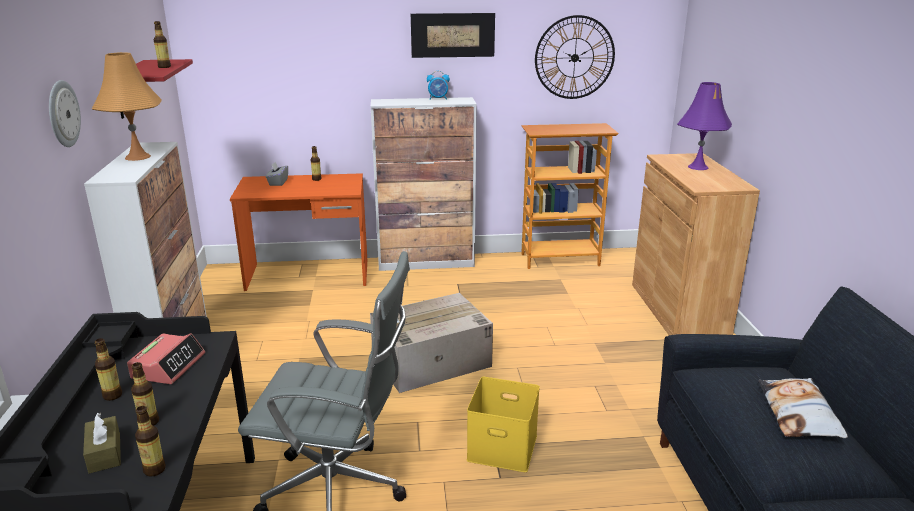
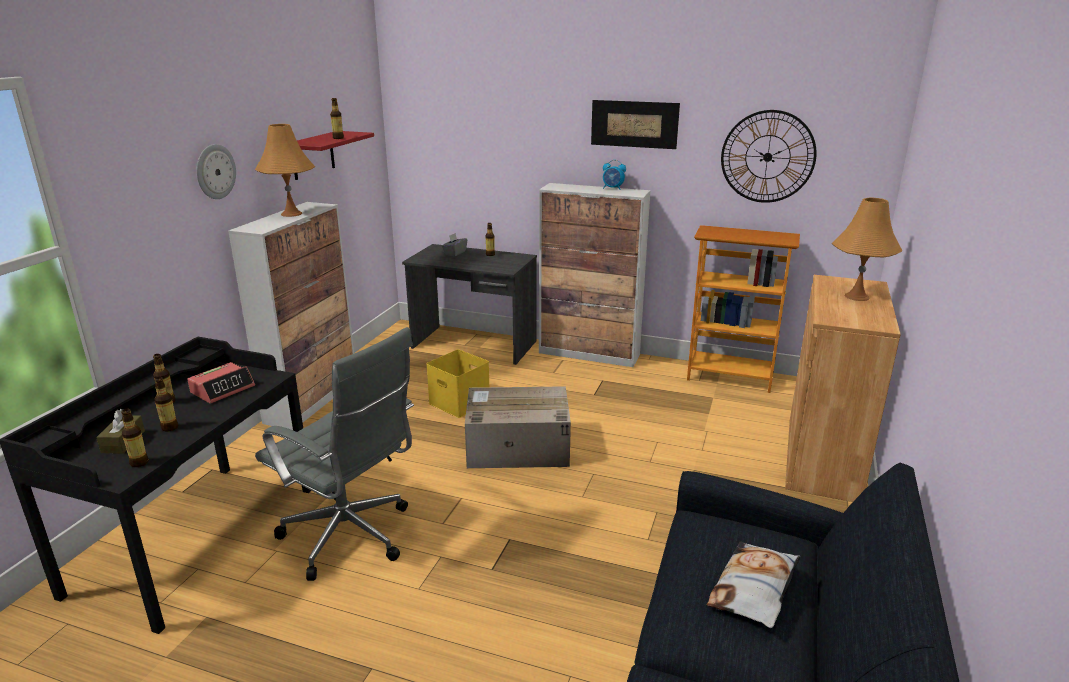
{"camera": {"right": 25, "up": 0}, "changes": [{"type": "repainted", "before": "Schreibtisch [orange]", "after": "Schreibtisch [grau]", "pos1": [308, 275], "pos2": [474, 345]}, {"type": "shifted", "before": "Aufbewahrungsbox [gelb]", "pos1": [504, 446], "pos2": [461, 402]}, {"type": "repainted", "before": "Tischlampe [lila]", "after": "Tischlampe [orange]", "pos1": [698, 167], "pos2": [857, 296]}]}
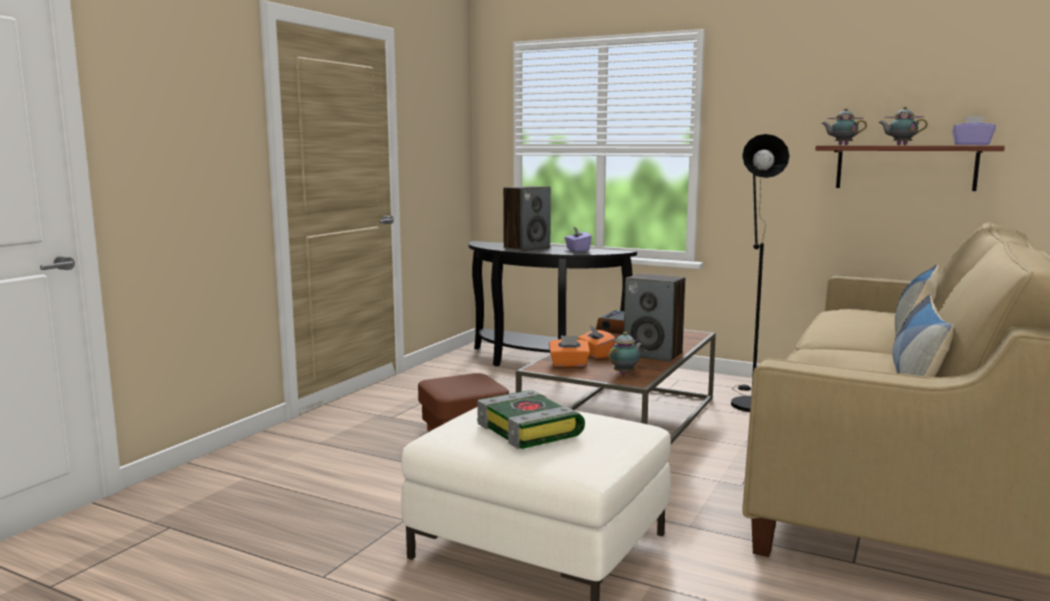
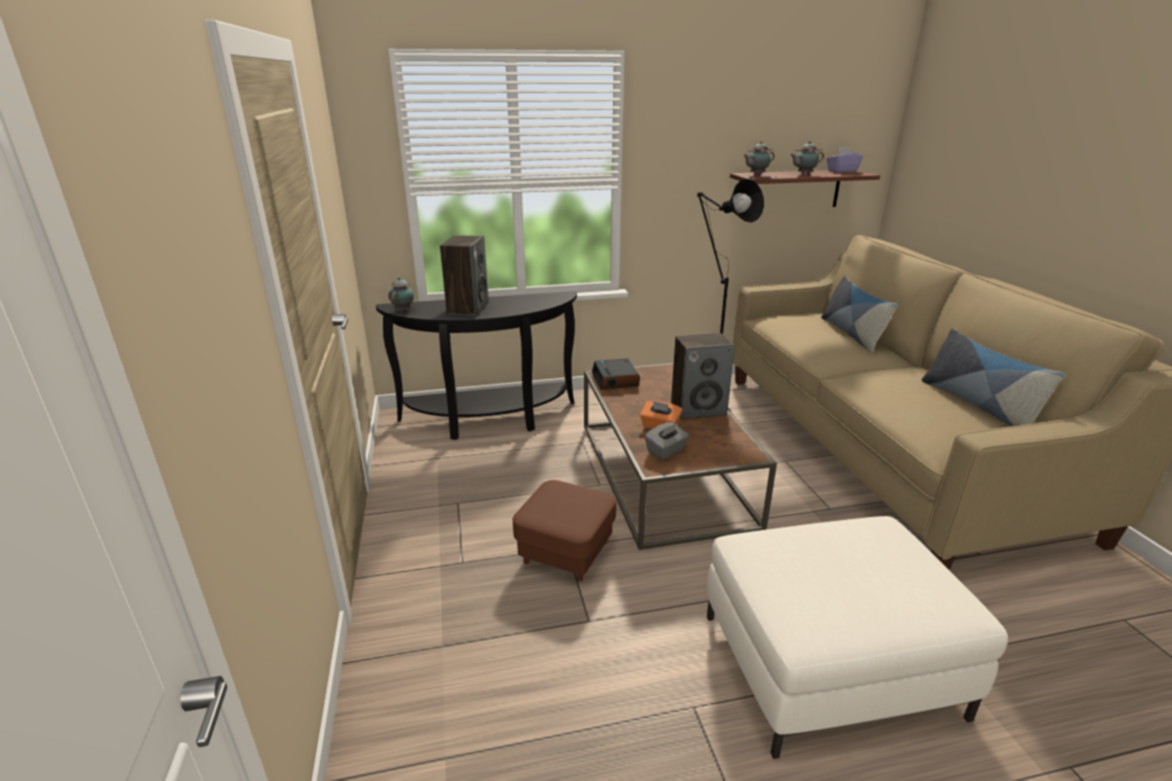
{"camera": {"right": -40, "up": 15}, "changes": [{"type": "shifted", "before": "Teekanne", "pos1": [625, 373], "pos2": [404, 310]}, {"type": "repainted", "before": "Taschentuchbox [orange]", "after": "Taschentuchbox [grau]", "pos1": [569, 364], "pos2": [666, 451]}, {"type": "gone", "before": "Buch", "pos1": [530, 430]}, {"type": "gone", "before": "Taschentuchbox [lila]", "pos1": [577, 250]}]}
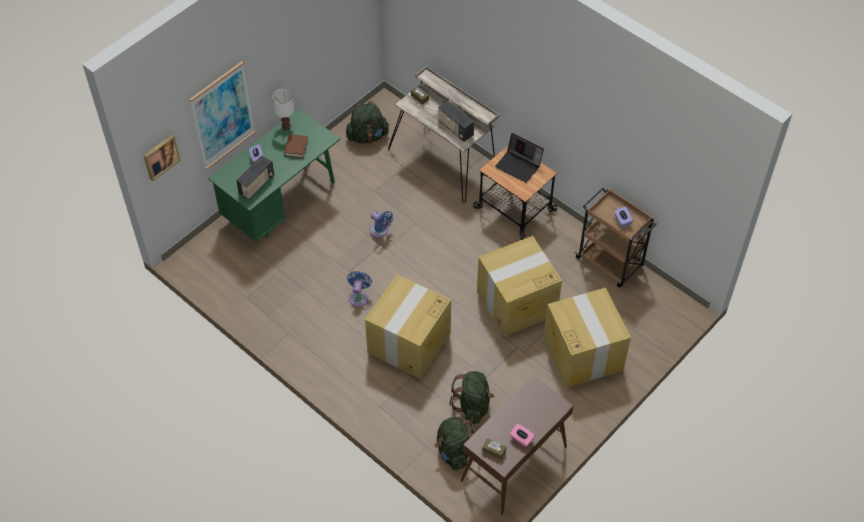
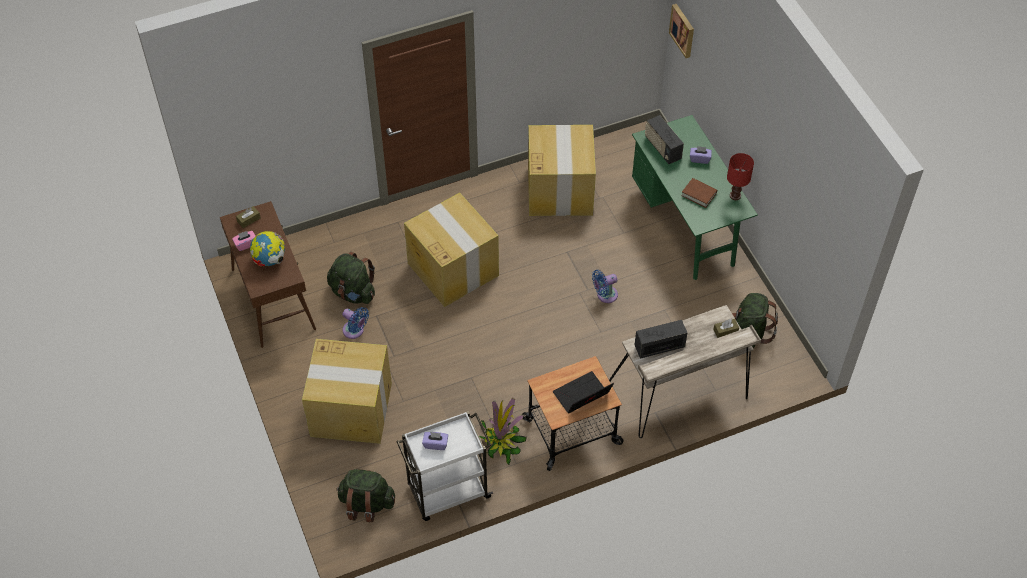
{"camera": {"right": 115, "up": 0}, "changes": [{"type": "new", "after": "Globus", "pos2": [270, 260]}, {"type": "shifted", "before": "Rucksack [grün]", "pos1": [454, 451], "pos2": [366, 504]}, {"type": "shifted", "before": "Ventilator [blau]", "pos1": [359, 297], "pos2": [355, 331]}, {"type": "repainted", "before": "Rollwagen [braun]", "after": "Rollwagen [weiß]", "pos1": [610, 263], "pos2": [447, 492]}, {"type": "new", "after": "Topfpflanze", "pos2": [500, 442]}, {"type": "shifted", "before": "Karton", "pos1": [515, 303], "pos2": [560, 190]}, {"type": "repainted", "before": "Tischlampe [weiß]", "after": "Tischlampe [rot]", "pos1": [286, 126], "pos2": [735, 196]}, {"type": "gone", "before": "Bild", "pos1": [222, 116]}]}
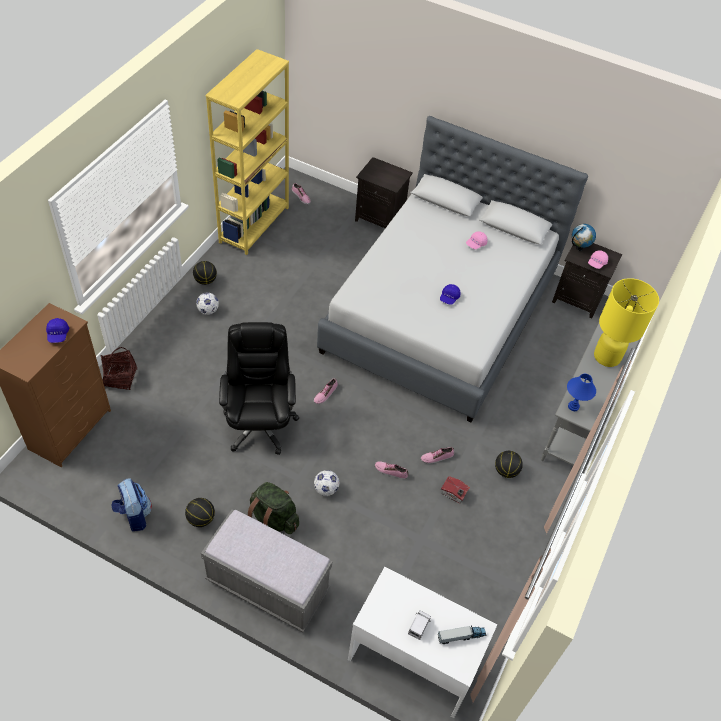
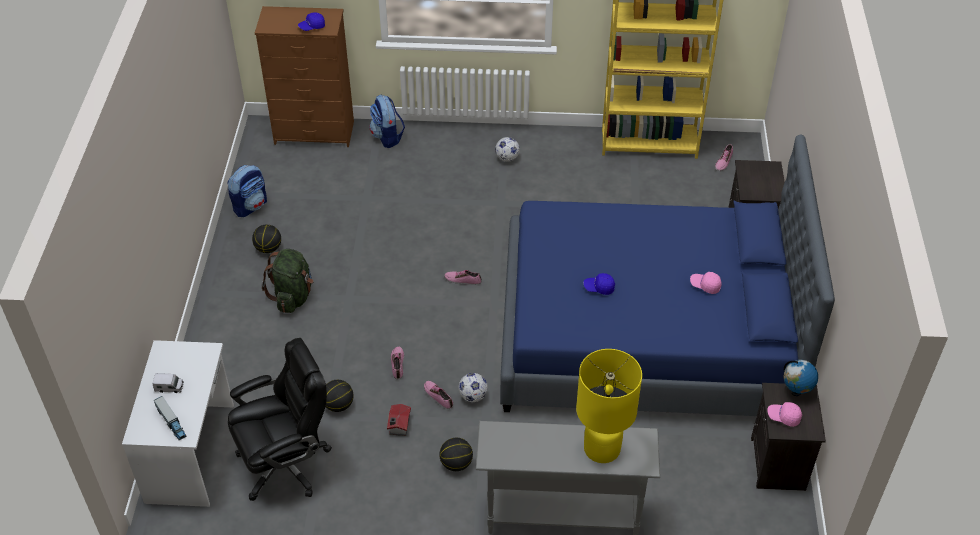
{"camera": {"right": 70, "up": -5}, "changes": [{"type": "shifted", "before": "Bürostuhl [schwarz]", "pos1": [260, 423], "pos2": [286, 463]}, {"type": "shifted", "before": "Basketball", "pos1": [205, 280], "pos2": [338, 405]}, {"type": "swapped", "before": "Korb", "after": "Rucksack", "pos1": [120, 378], "pos2": [387, 137]}, {"type": "shifted", "before": "Fußball", "pos1": [326, 489], "pos2": [473, 396]}, {"type": "repainted", "before": "Bett [grau]", "after": "Bett [blau]", "pos1": [441, 313], "pos2": [646, 335]}, {"type": "gone", "before": "Bank [grau]", "pos1": [267, 586]}, {"type": "gone", "before": "Tischlampe [blau]", "pos1": [573, 406]}]}
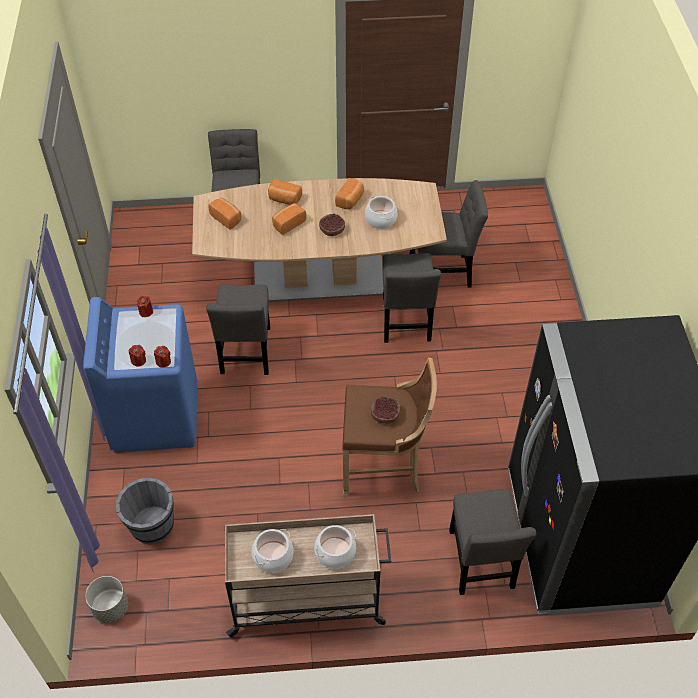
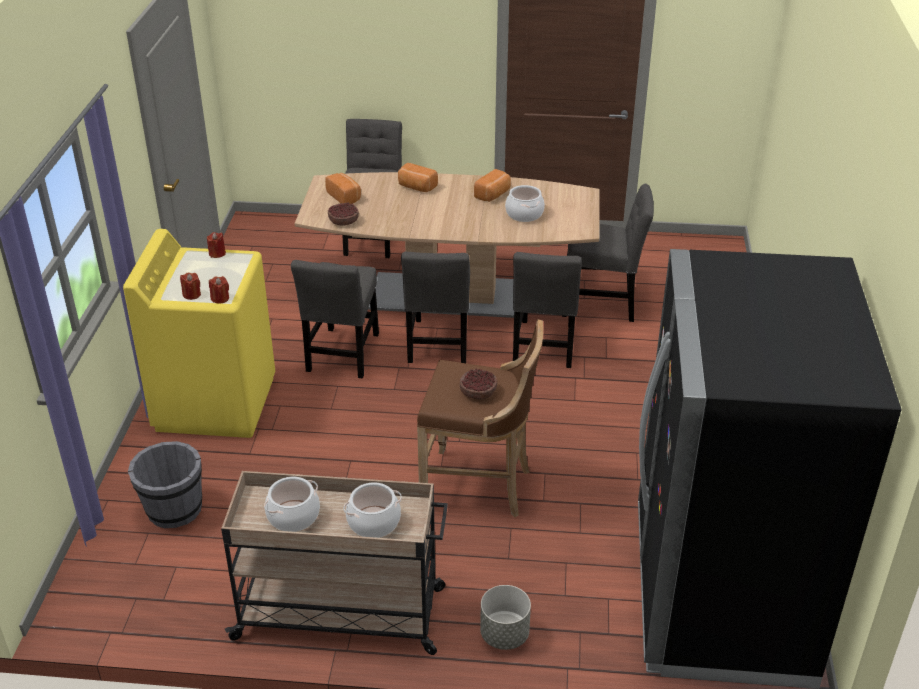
{"camera": {"right": 10, "up": -15}, "changes": [{"type": "repainted", "before": "Waschmaschine [blau]", "after": "Waschmaschine [gelb]", "pos1": [155, 416], "pos2": [215, 402]}, {"type": "shifted", "before": "Schüssel", "pos1": [332, 230], "pos2": [344, 221]}, {"type": "shifted", "before": "Stuhl [grau]", "pos1": [481, 563], "pos2": [438, 344]}, {"type": "shifted", "before": "Pflanzkübel [grau]", "pos1": [110, 608], "pos2": [504, 635]}, {"type": "gone", "before": "Brot", "pos1": [288, 224]}]}
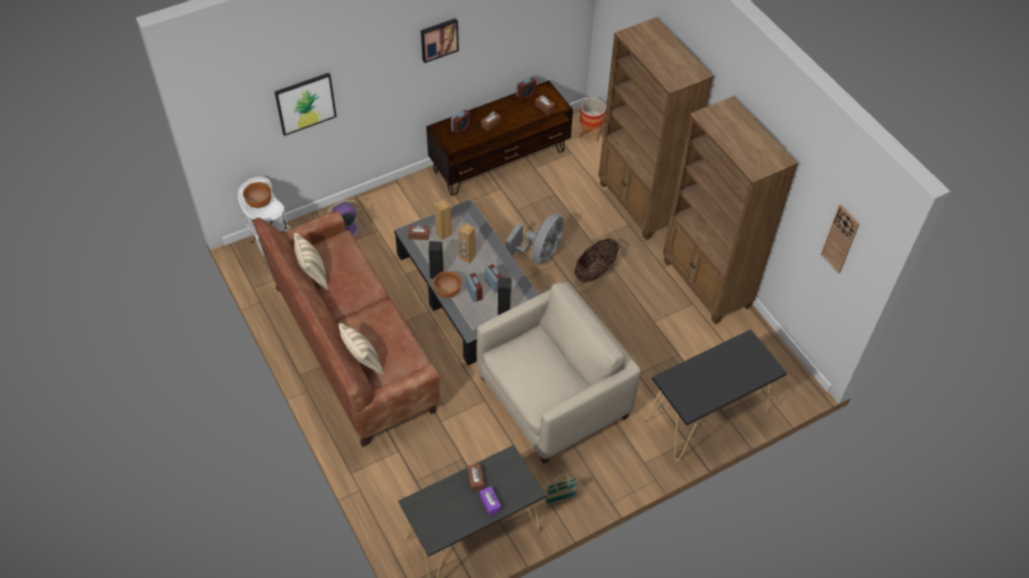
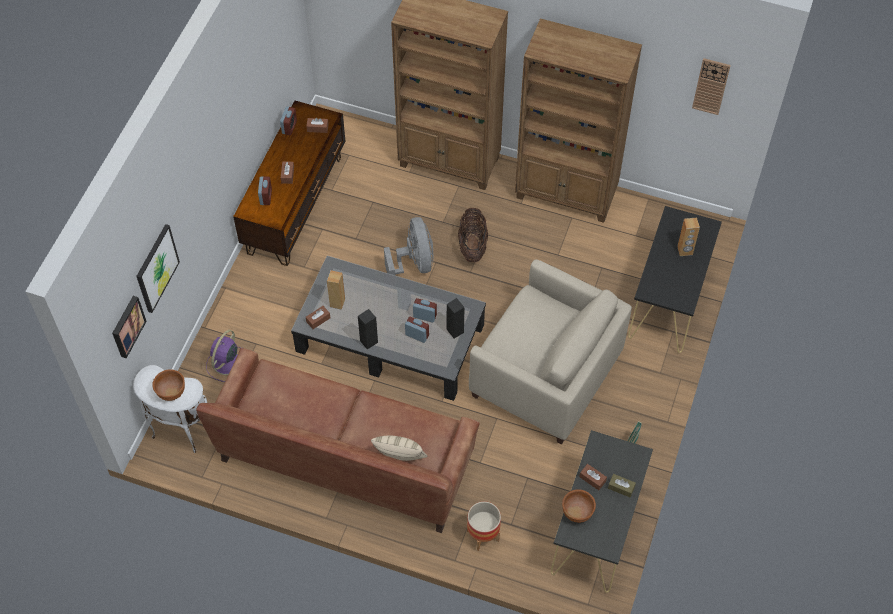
{"camera": {"right": -40, "up": 5}, "changes": [{"type": "shifted", "before": "Bild", "pos1": [438, 39], "pos2": [127, 326]}, {"type": "shifted", "before": "Pflanzkübel", "pos1": [590, 133], "pos2": [483, 536]}, {"type": "rotated", "before": "Sessel [beige]", "pos1": [553, 398], "pos2": [545, 375], "turn": 105}, {"type": "shifted", "before": "Schüssel [braun]", "pos1": [448, 292], "pos2": [577, 512]}, {"type": "repainted", "before": "Taschentuchbox [lila]", "after": "Taschentuchbox [braun]", "pos1": [490, 503], "pos2": [621, 487]}, {"type": "shifted", "before": "Lautsprecher [braun]", "pos1": [467, 257], "pos2": [685, 251]}, {"type": "gone", "before": "Kissen [beige]", "pos1": [313, 275]}]}
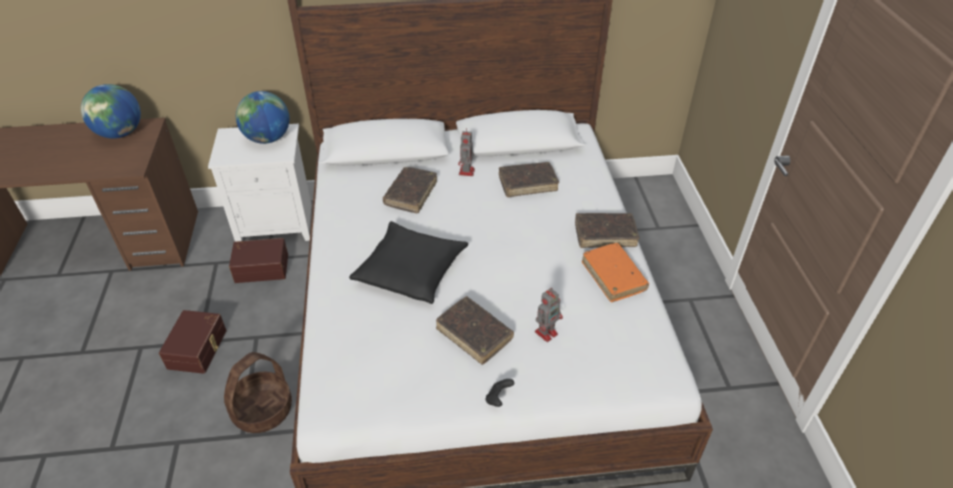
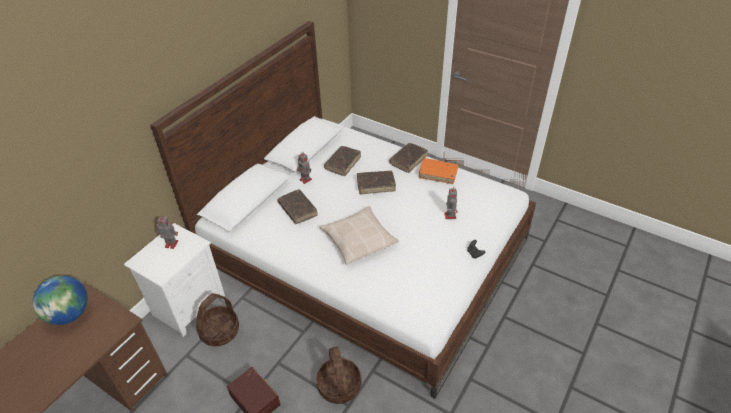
{"camera": {"right": -50, "up": 0}, "changes": [{"type": "swapped", "before": "Globus", "after": "Spielzeugroboter", "pos1": [268, 139], "pos2": [171, 244]}, {"type": "swapped", "before": "Aufbewahrungsbox [braun]", "after": "Korb", "pos1": [261, 267], "pos2": [220, 332]}, {"type": "repainted", "before": "Kissen [schwarz]", "after": "Kissen [beige]", "pos1": [411, 270], "pos2": [358, 240]}, {"type": "shifted", "before": "Buch [braun]", "pos1": [474, 334], "pos2": [376, 185]}]}
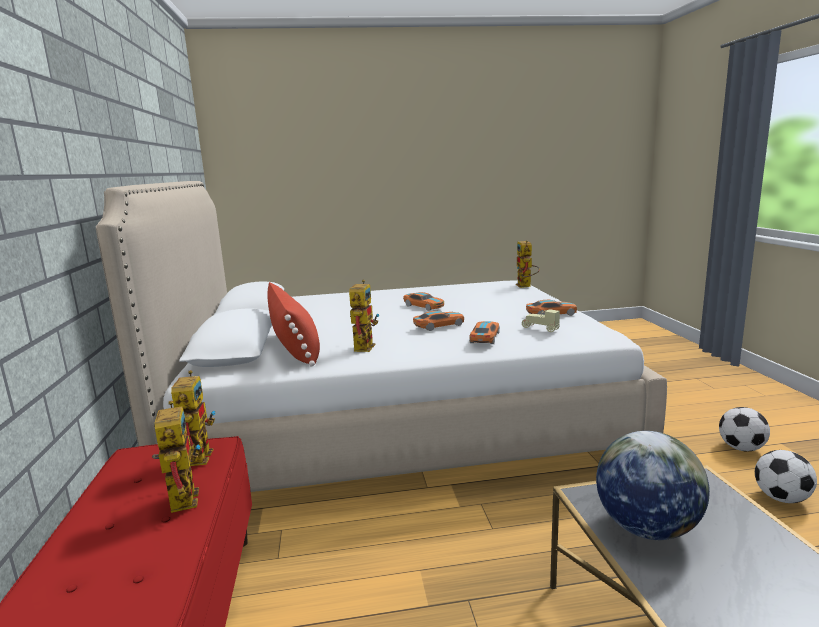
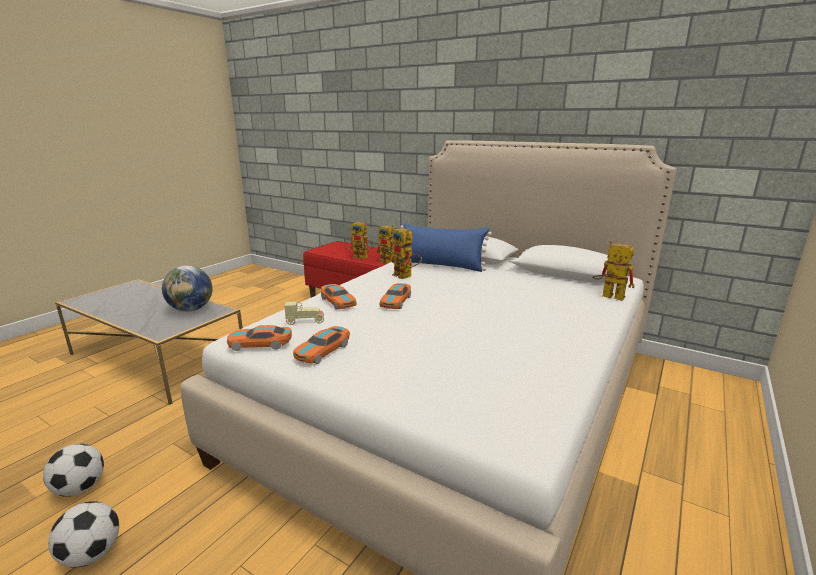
{"camera": {"right": 130, "up": 5}, "changes": [{"type": "shifted", "before": "Spielzeugauto", "pos1": [423, 306], "pos2": [260, 344]}, {"type": "repainted", "before": "Kissen [rot]", "after": "Kissen [blau]", "pos1": [295, 347], "pos2": [440, 265]}, {"type": "shifted", "before": "Spielzeugroboter", "pos1": [526, 286], "pos2": [607, 296]}]}
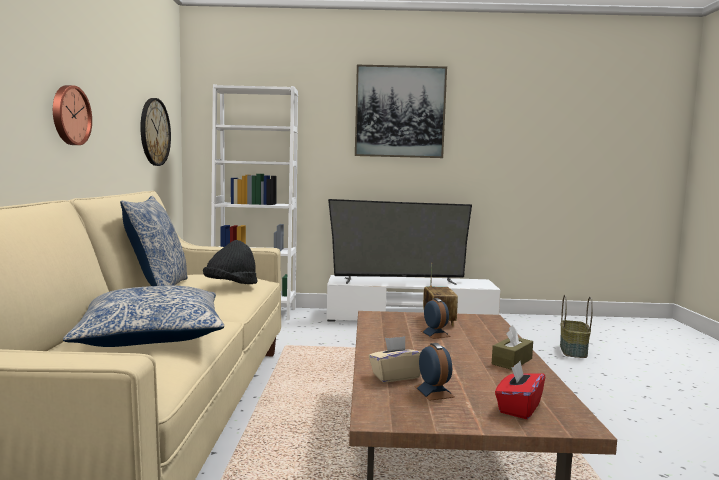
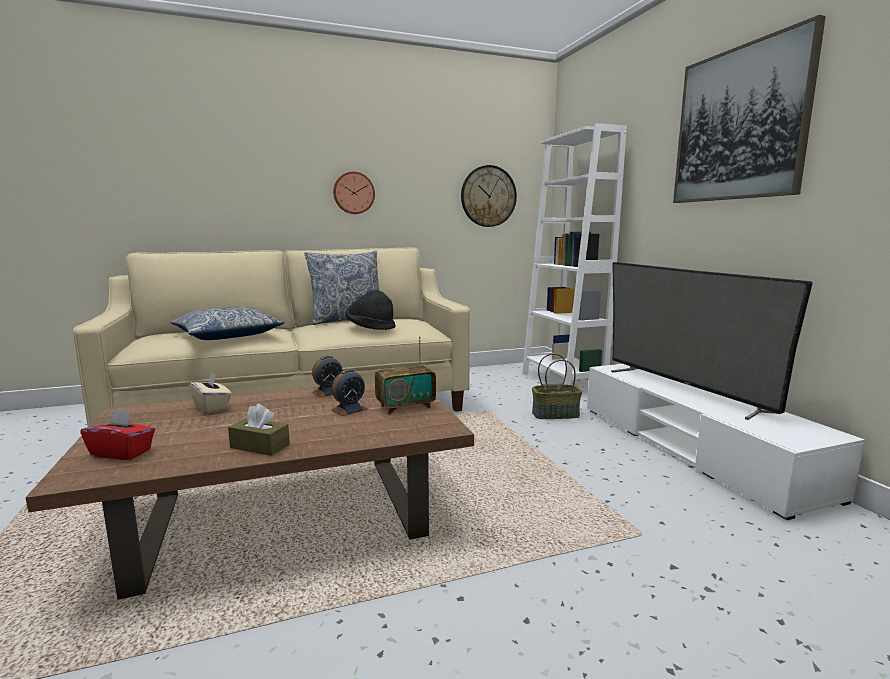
{"camera": {"right": 70, "up": 5}, "changes": [{"type": "shifted", "before": "Wecker", "pos1": [434, 391], "pos2": [328, 392]}, {"type": "shifted", "before": "Korb", "pos1": [572, 350], "pos2": [555, 414]}]}
